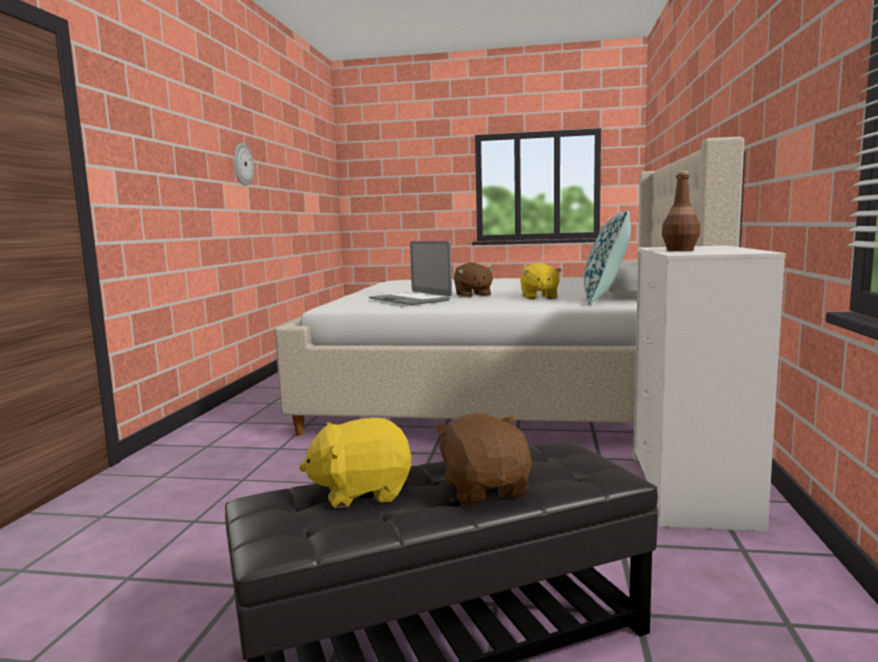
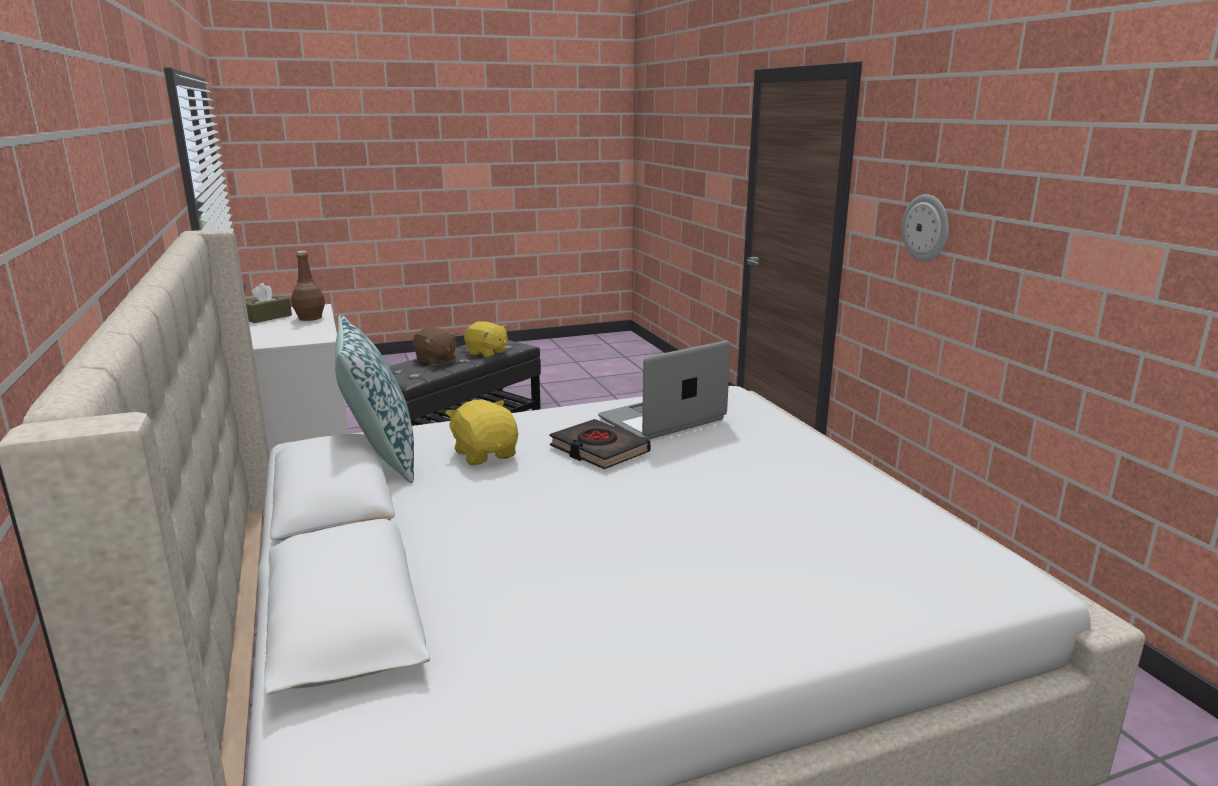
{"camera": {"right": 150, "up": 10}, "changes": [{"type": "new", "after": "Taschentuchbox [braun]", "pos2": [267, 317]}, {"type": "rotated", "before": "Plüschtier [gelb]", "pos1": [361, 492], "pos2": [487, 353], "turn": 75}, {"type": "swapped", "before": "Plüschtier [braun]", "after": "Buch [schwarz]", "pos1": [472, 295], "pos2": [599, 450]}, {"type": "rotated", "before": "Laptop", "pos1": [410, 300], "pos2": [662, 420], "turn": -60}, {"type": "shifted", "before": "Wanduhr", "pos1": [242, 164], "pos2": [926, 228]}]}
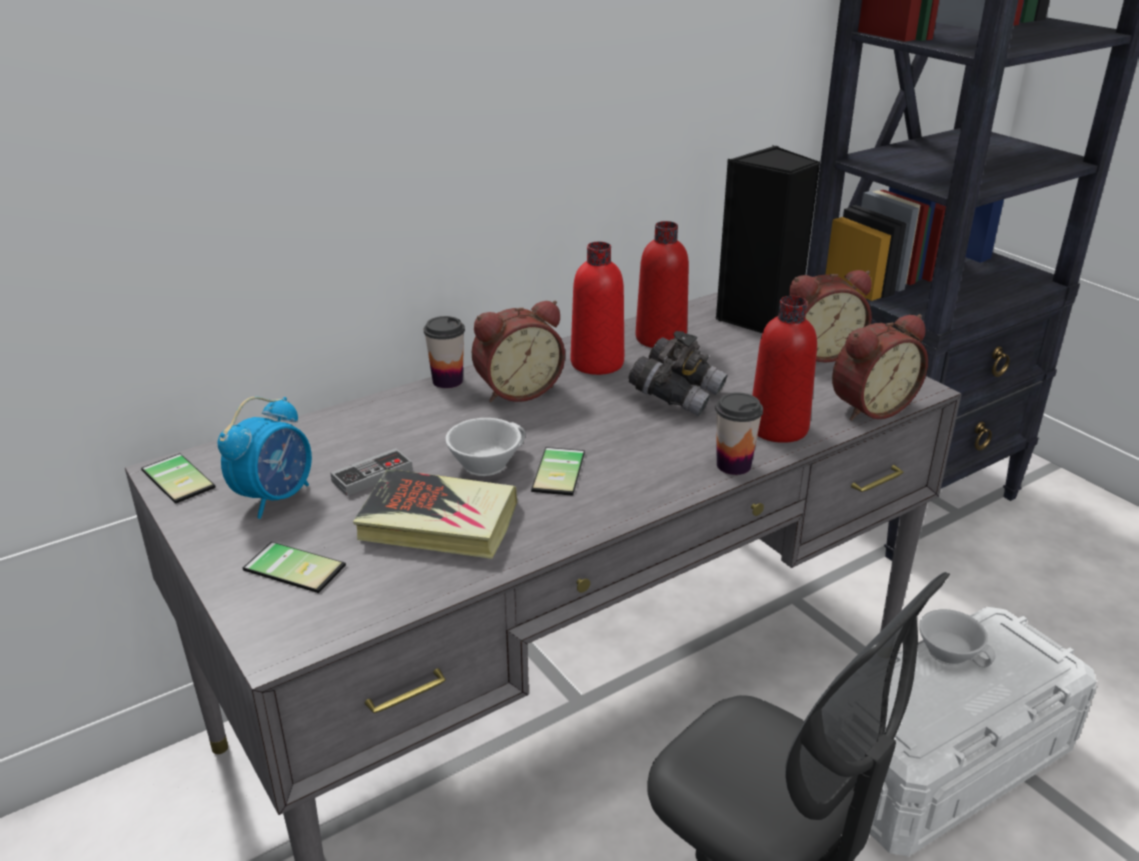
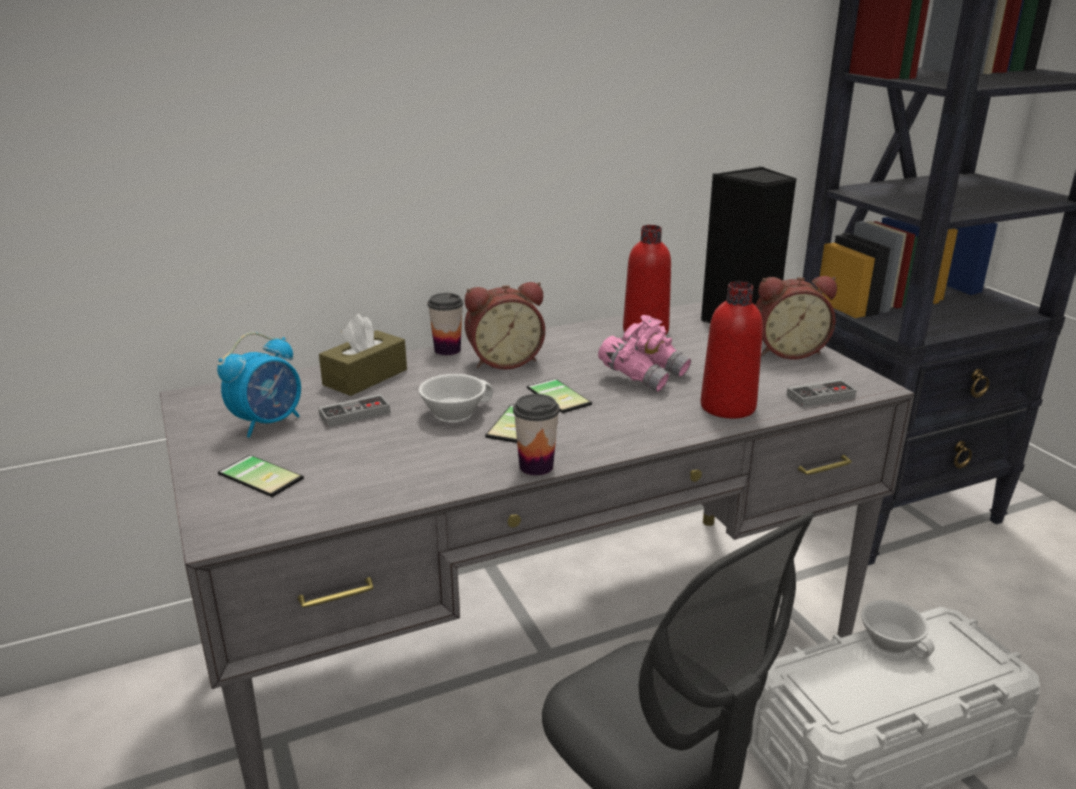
{"camera": {"right": 10, "up": -5}, "changes": [{"type": "new", "after": "Taschentuchbox [braun]", "pos2": [365, 377]}, {"type": "shifted", "before": "Tasse", "pos1": [733, 465], "pos2": [536, 466]}, {"type": "shifted", "before": "Handy", "pos1": [182, 477], "pos2": [561, 395]}, {"type": "repainted", "before": "Fernglas [grau]", "after": "Fernglas [rosa]", "pos1": [677, 395], "pos2": [643, 375]}, {"type": "swapped", "before": "Wecker", "after": "Gamepad", "pos1": [869, 406], "pos2": [820, 396]}, {"type": "gone", "before": "Buch", "pos1": [438, 523]}, {"type": "gone", "before": "Flasche [rot]", "pos1": [597, 363]}]}
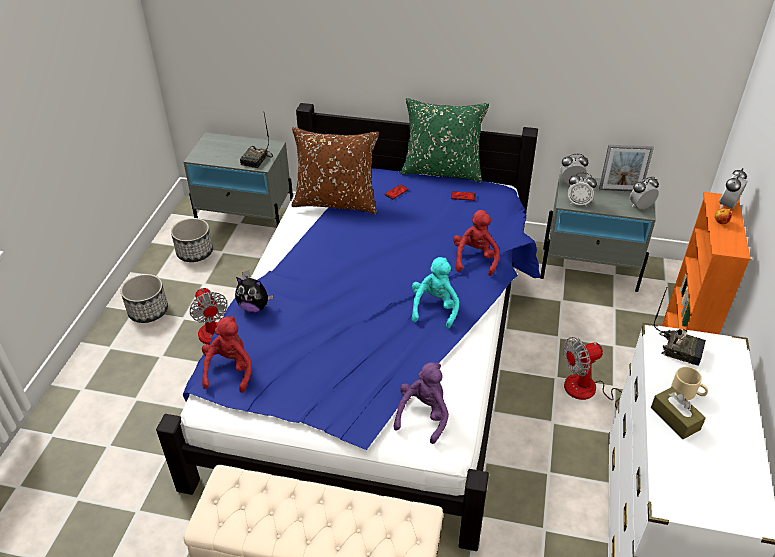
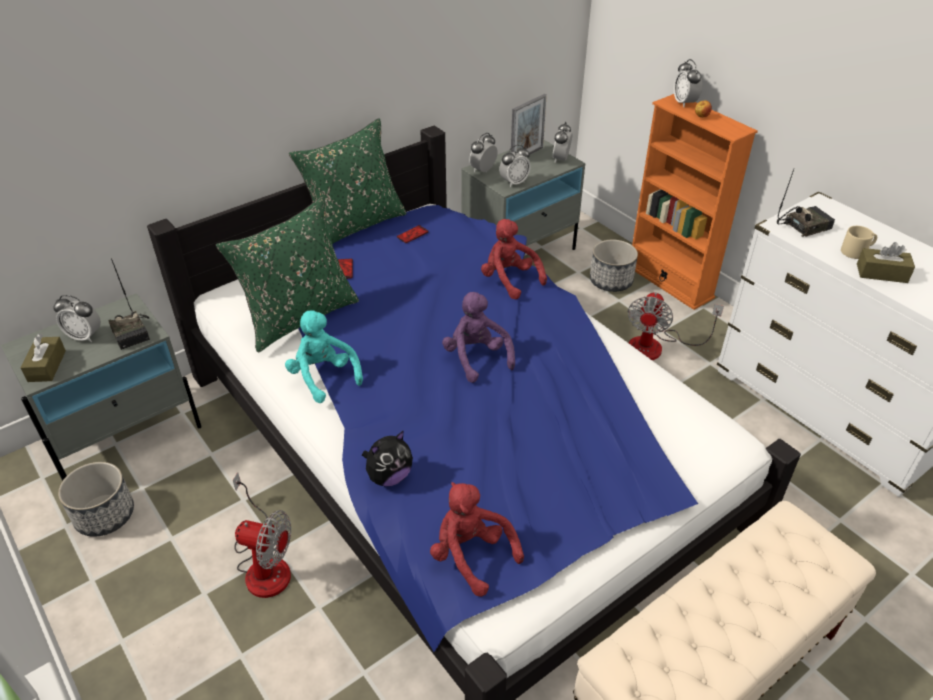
{"camera": {"right": -50, "up": 0}, "changes": [{"type": "new", "after": "Taschentuchbox [braun]", "pos2": [47, 366]}, {"type": "new", "after": "Wecker", "pos2": [85, 336]}, {"type": "repainted", "before": "Kissen [braun]", "after": "Kissen [grün]", "pos1": [336, 202], "pos2": [299, 317]}, {"type": "shifted", "before": "Plüschtier [türkis]", "pos1": [435, 308], "pos2": [323, 376]}, {"type": "shifted", "before": "Plüschtier [lila]", "pos1": [423, 415], "pos2": [476, 358]}, {"type": "shifted", "before": "Pflanzkübel", "pos1": [148, 311], "pos2": [610, 281]}]}
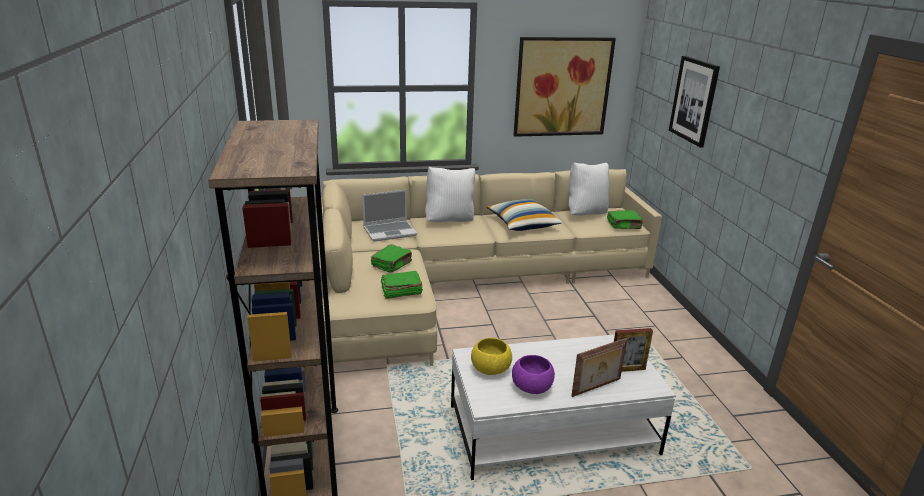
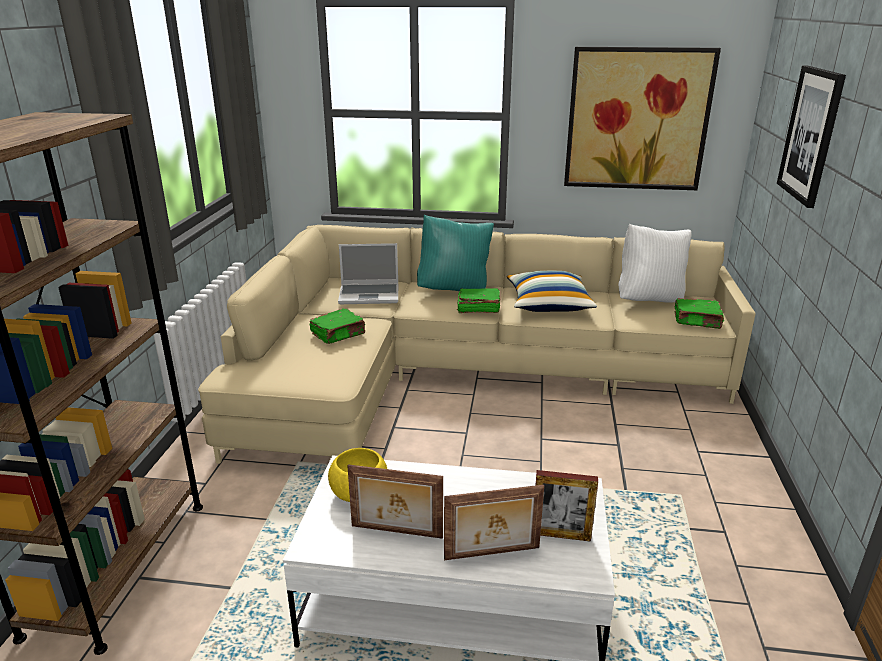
{"camera": {"right": 20, "up": 0}, "changes": [{"type": "swapped", "before": "Schüssel [lila]", "after": "Bilderrahmen", "pos1": [532, 387], "pos2": [396, 532]}, {"type": "repainted", "before": "Kissen [weiß]", "after": "Kissen [türkis]", "pos1": [449, 220], "pos2": [454, 289]}, {"type": "shifted", "before": "Buch [grün]", "pos1": [401, 291], "pos2": [478, 308]}]}
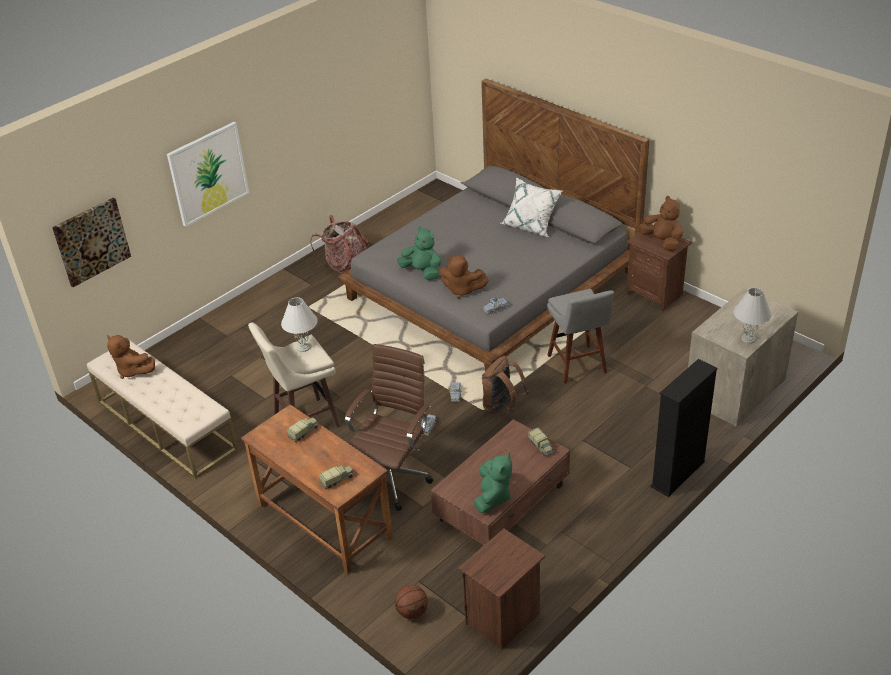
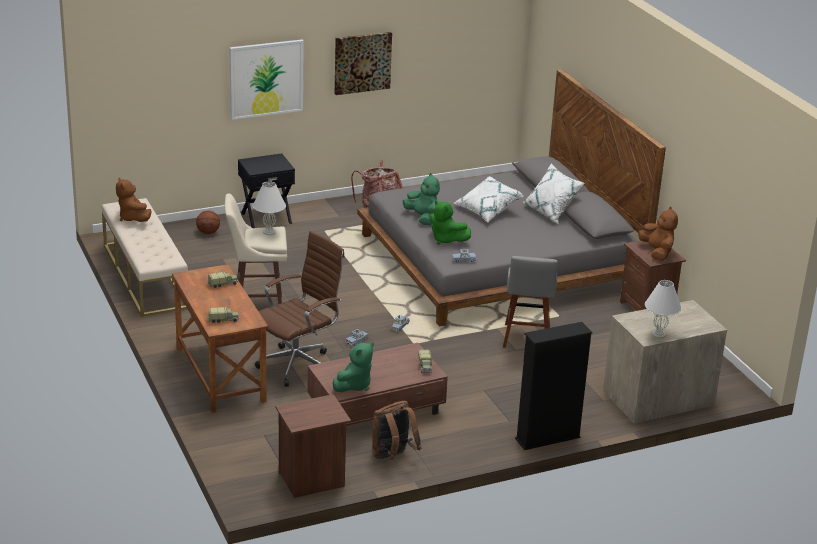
{"camera": {"right": 20, "up": -10}, "changes": [{"type": "shifted", "before": "Basketball", "pos1": [412, 611], "pos2": [208, 232]}, {"type": "new", "after": "Nachttisch [schwarz]", "pos2": [266, 218]}, {"type": "shifted", "before": "Bild", "pos1": [91, 241], "pos2": [362, 62]}, {"type": "shifted", "before": "Rucksack [braun]", "pos1": [502, 407], "pos2": [392, 456]}, {"type": "repainted", "before": "Plüschtier [braun]", "after": "Plüschtier [grün]", "pos1": [462, 290], "pos2": [446, 240]}, {"type": "new", "after": "Kissen [weiß]", "pos2": [487, 210]}]}
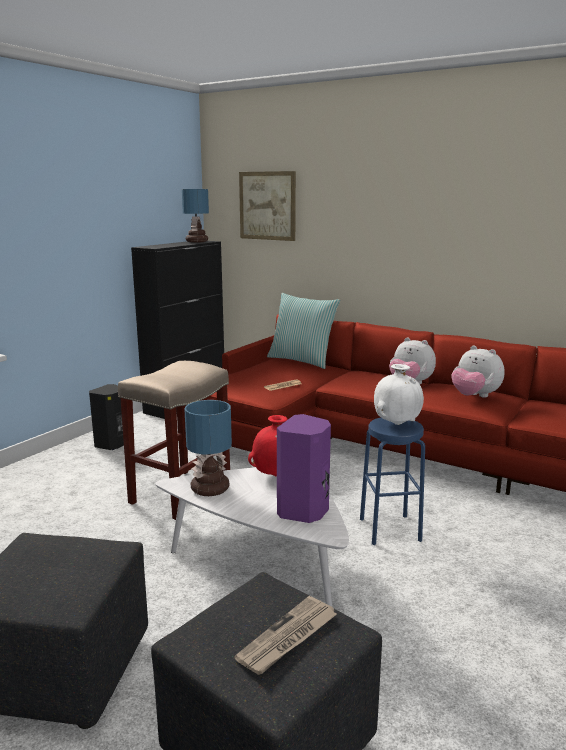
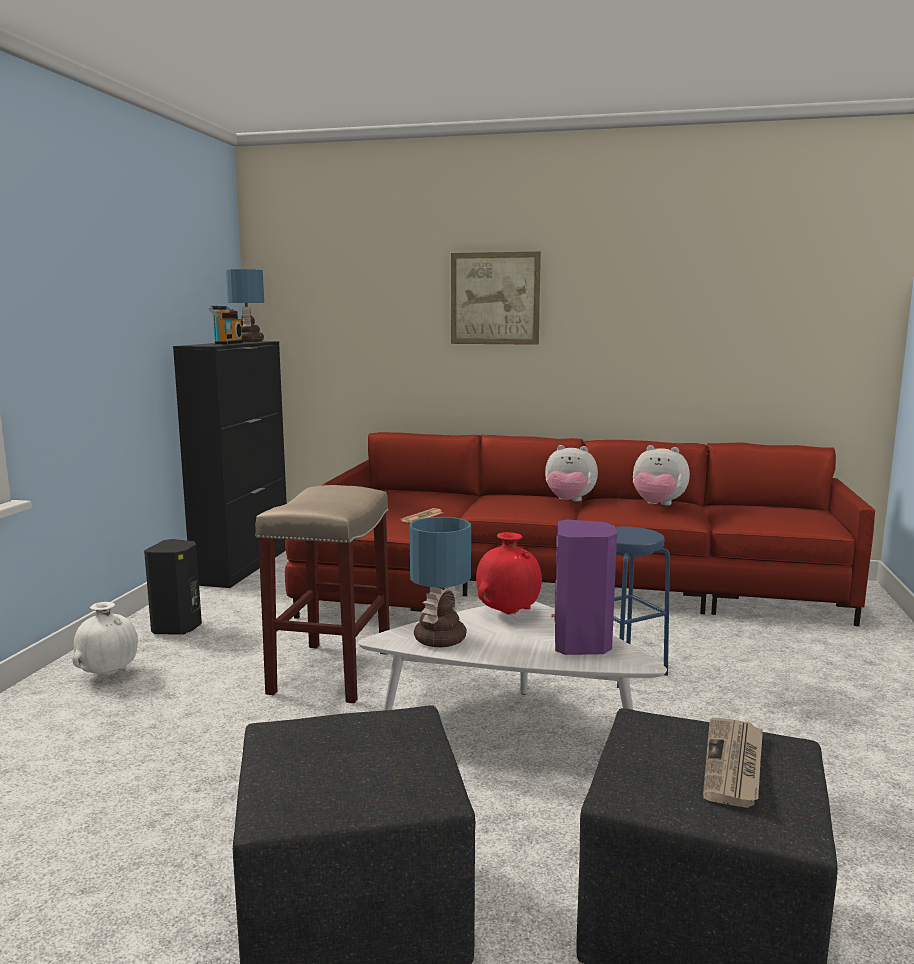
{"camera": {"right": -20, "up": -5}, "changes": [{"type": "shifted", "before": "Vase [weiß]", "pos1": [397, 424], "pos2": [109, 674]}, {"type": "new", "after": "Radio", "pos2": [227, 343]}, {"type": "shifted", "before": "Bild", "pos1": [267, 206], "pos2": [495, 298]}, {"type": "gone", "before": "Kissen", "pos1": [302, 360]}]}
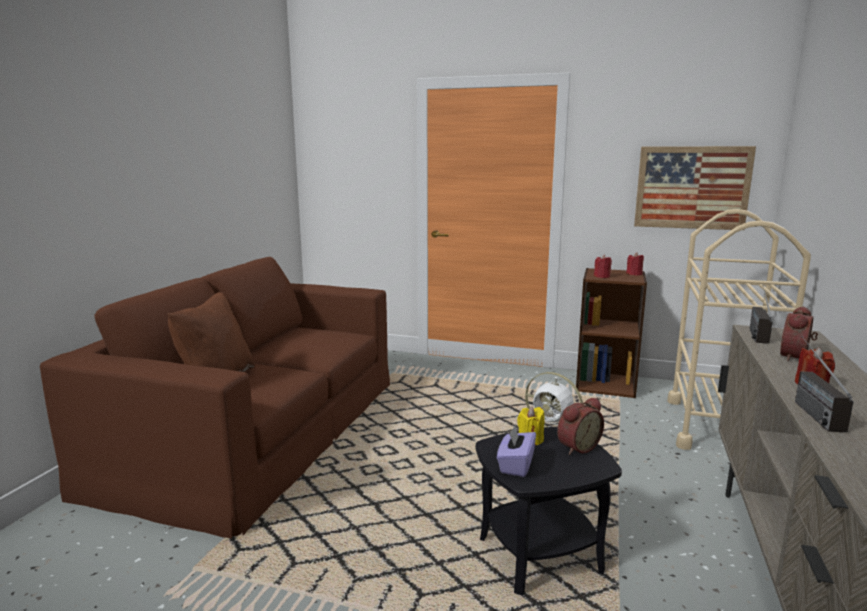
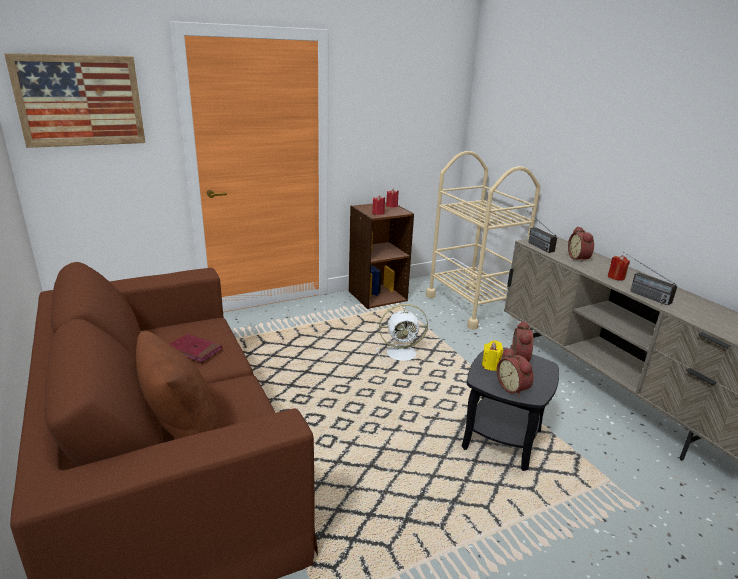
{"camera": {"right": -45, "up": 10}, "changes": [{"type": "shifted", "before": "Bild", "pos1": [692, 187], "pos2": [80, 101]}, {"type": "new", "after": "Buch [rot]", "pos2": [194, 350]}, {"type": "swapped", "before": "Taschentuchbox [lila]", "after": "Wecker", "pos1": [515, 465], "pos2": [513, 388]}]}
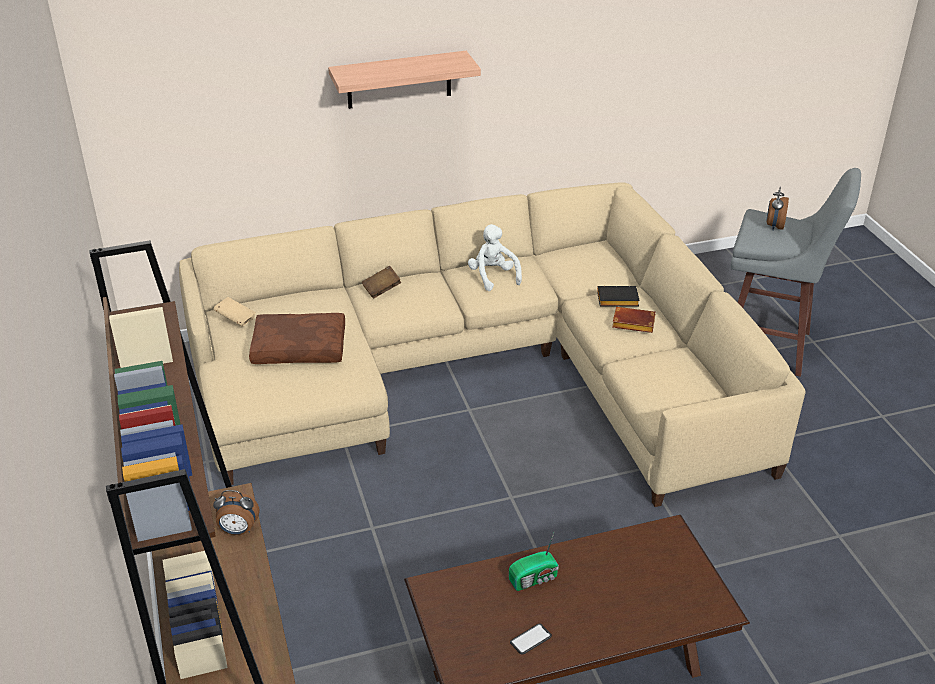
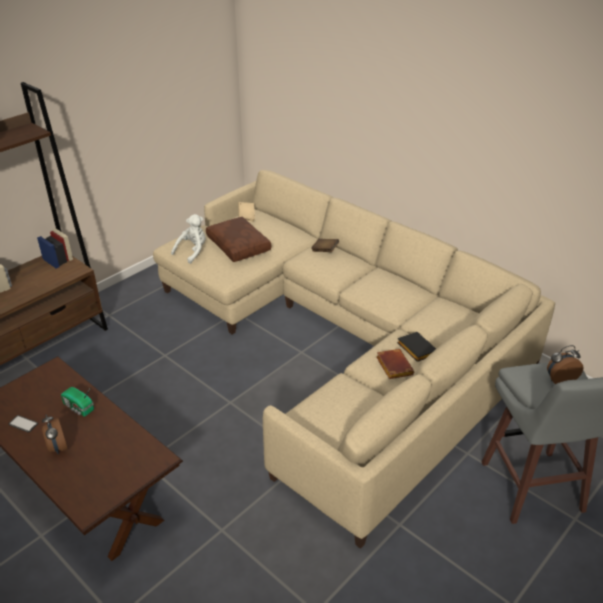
{"camera": {"right": 60, "up": 0}, "changes": [{"type": "shifted", "before": "Wecker", "pos1": [238, 531], "pos2": [57, 447]}, {"type": "shifted", "before": "Plüschtier [weiß]", "pos1": [493, 276], "pos2": [192, 252]}, {"type": "gone", "before": "Wandregal", "pos1": [399, 80]}]}
